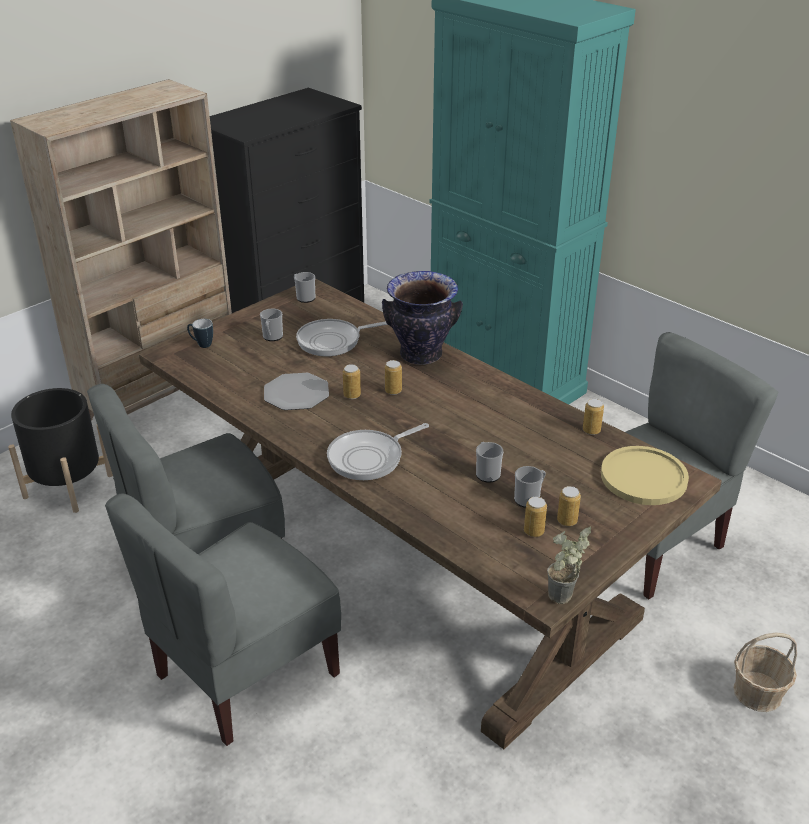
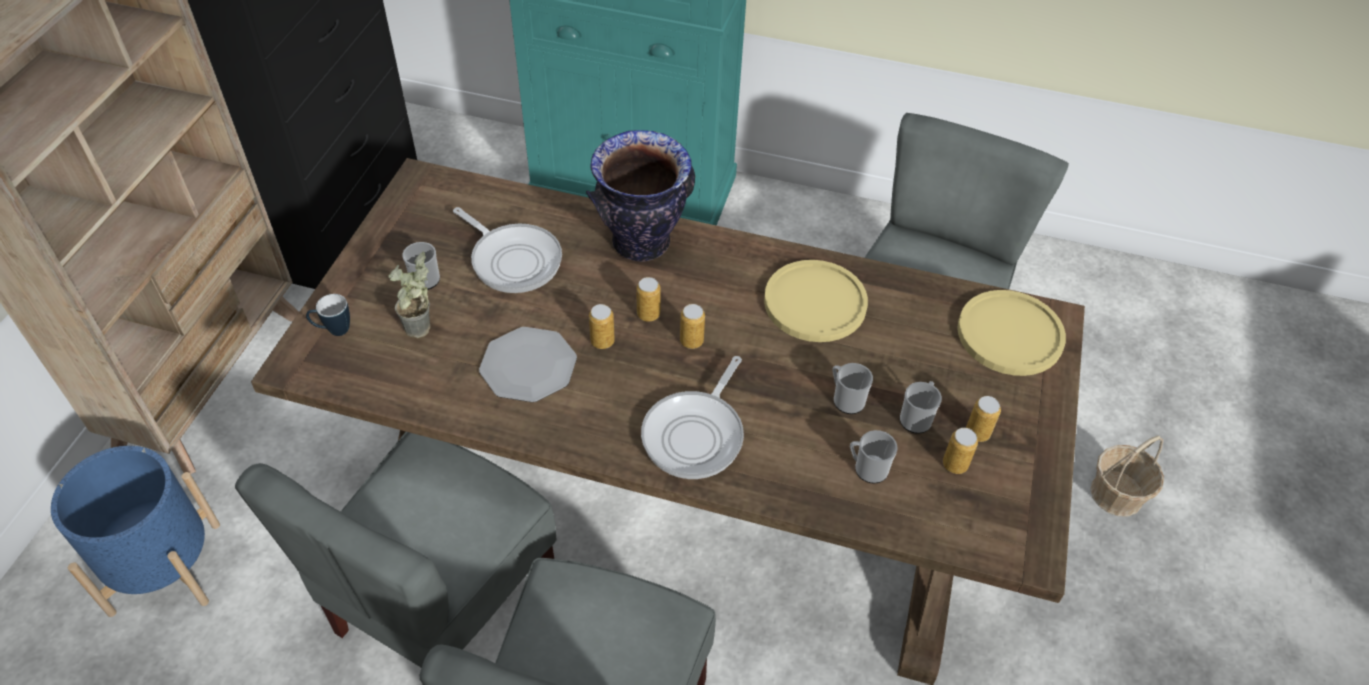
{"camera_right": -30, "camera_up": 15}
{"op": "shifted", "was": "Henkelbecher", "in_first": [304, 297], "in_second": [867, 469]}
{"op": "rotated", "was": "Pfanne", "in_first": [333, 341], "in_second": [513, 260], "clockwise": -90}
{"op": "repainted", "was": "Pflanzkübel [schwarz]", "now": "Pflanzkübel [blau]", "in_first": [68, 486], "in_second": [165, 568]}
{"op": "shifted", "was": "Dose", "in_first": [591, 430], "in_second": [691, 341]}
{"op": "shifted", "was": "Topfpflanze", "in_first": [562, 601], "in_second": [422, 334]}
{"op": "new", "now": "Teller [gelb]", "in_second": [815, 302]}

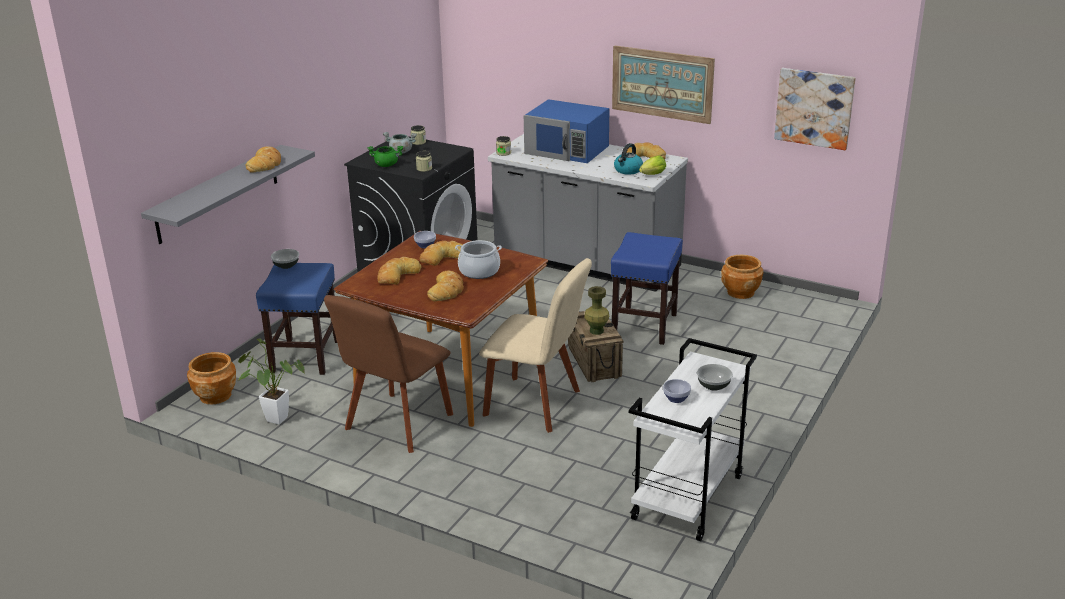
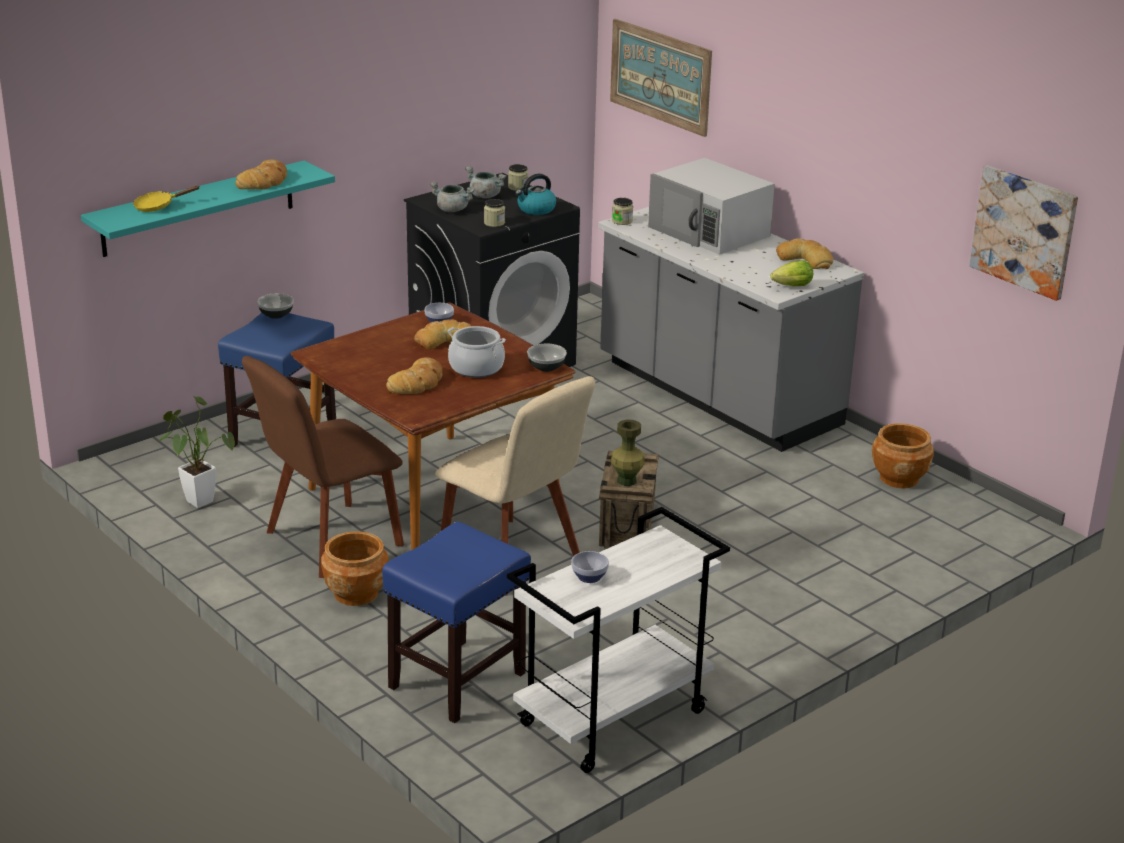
{"camera_right": 20, "camera_up": 0}
{"op": "shifted", "was": "Bild", "in_first": [662, 84], "in_second": [660, 76]}
{"op": "repainted", "was": "Mikrowelle [blau]", "now": "Mikrowelle [weiß]", "in_first": [567, 149], "in_second": [709, 231]}
{"op": "shifted", "was": "Wasserkessel", "in_first": [628, 170], "in_second": [536, 209]}
{"op": "repainted", "was": "Wandregal [grau]", "now": "Wandregal [türkis]", "in_first": [218, 194], "in_second": [198, 208]}
{"op": "repainted", "was": "Kochtopf [grün]", "now": "Kochtopf [grau]", "in_first": [386, 165], "in_second": [453, 210]}
{"op": "shifted", "was": "Hocker [blau]", "in_first": [644, 325], "in_second": [458, 679]}
{"op": "gone", "was": "Brot", "in_first": [397, 275]}
{"op": "shifted", "was": "Pflanzkübel [braun]", "in_first": [215, 395], "in_second": [356, 593]}
{"op": "shifted", "was": "Schüssel", "in_first": [713, 386], "in_second": [546, 367]}
{"op": "new", "now": "Pfanne [gelb]", "in_second": [158, 206]}

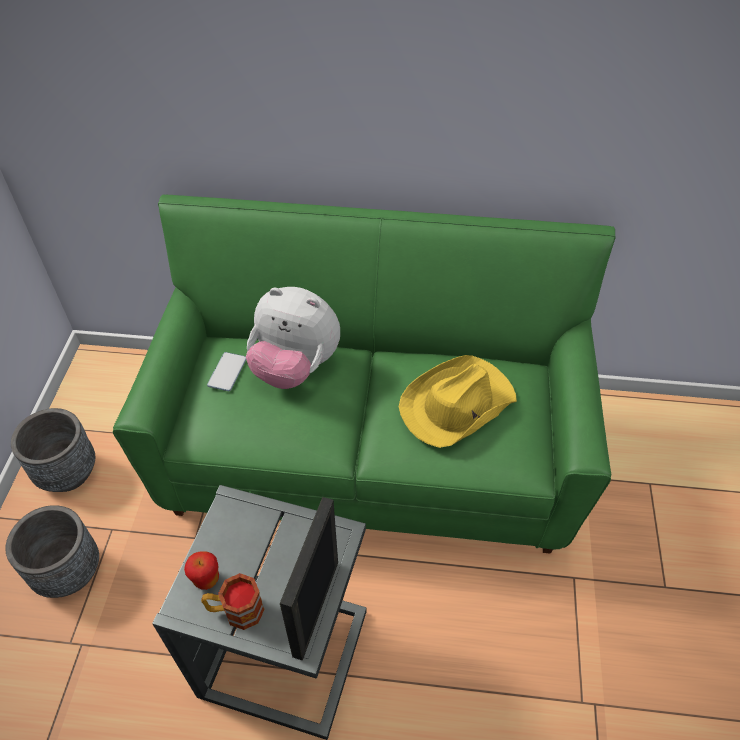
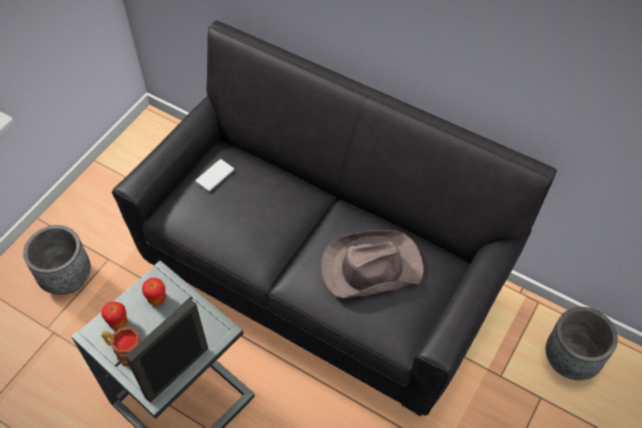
{"camera_right": 25, "camera_up": 5}
{"op": "repainted", "was": "Sofa [grün]", "now": "Sofa [schwarz]", "in_first": [371, 454], "in_second": [322, 279]}
{"op": "gone", "was": "Plüschtier", "in_first": [295, 367]}
{"op": "repainted", "was": "Hut [gelb]", "now": "Hut [braun]", "in_first": [456, 404], "in_second": [370, 267]}
{"op": "shifted", "was": "Pflanzkübel [grau]", "in_first": [68, 473], "in_second": [570, 360]}
{"op": "new", "now": "Apfel", "in_second": [157, 299]}

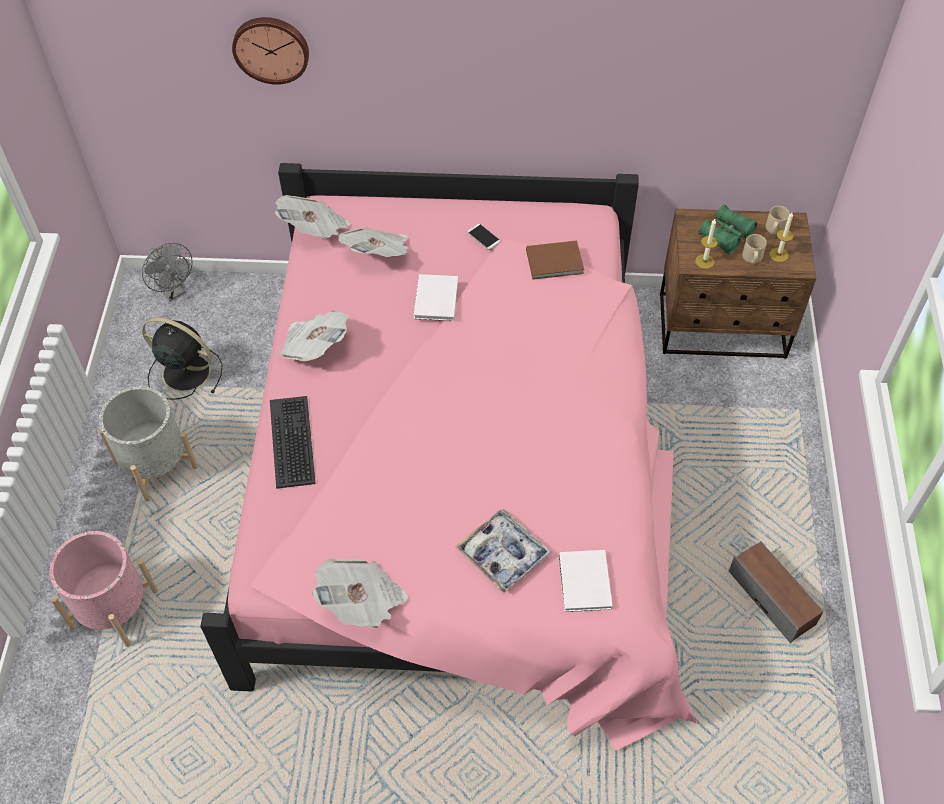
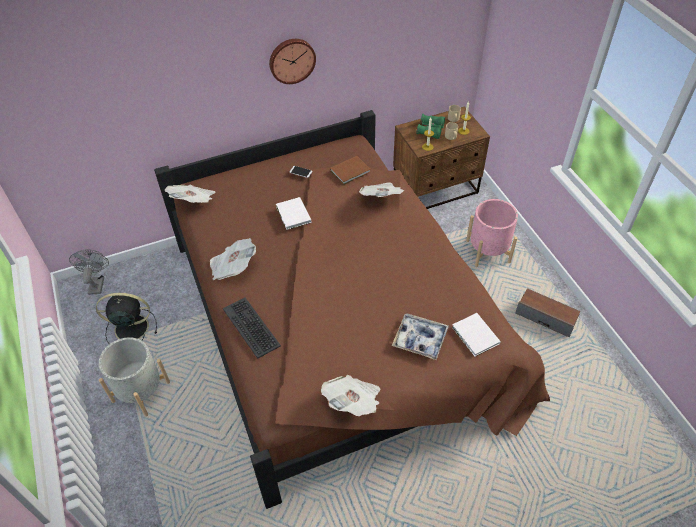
{"camera_right": -25, "camera_up": -5}
{"op": "shifted", "was": "Wanduhr", "in_first": [271, 48], "in_second": [291, 60]}
{"op": "repainted", "was": "Bett [rosa]", "now": "Bett [braun]", "in_first": [463, 482], "in_second": [342, 324]}
{"op": "shifted", "was": "Zeitung", "in_first": [378, 254], "in_second": [381, 198]}
{"op": "rotated", "was": "Ventilator [grau]", "in_first": [173, 291], "in_second": [96, 283], "clockwise": -120}
{"op": "shifted", "was": "Pflanzkübel [rosa]", "in_first": [114, 609], "in_second": [488, 251]}

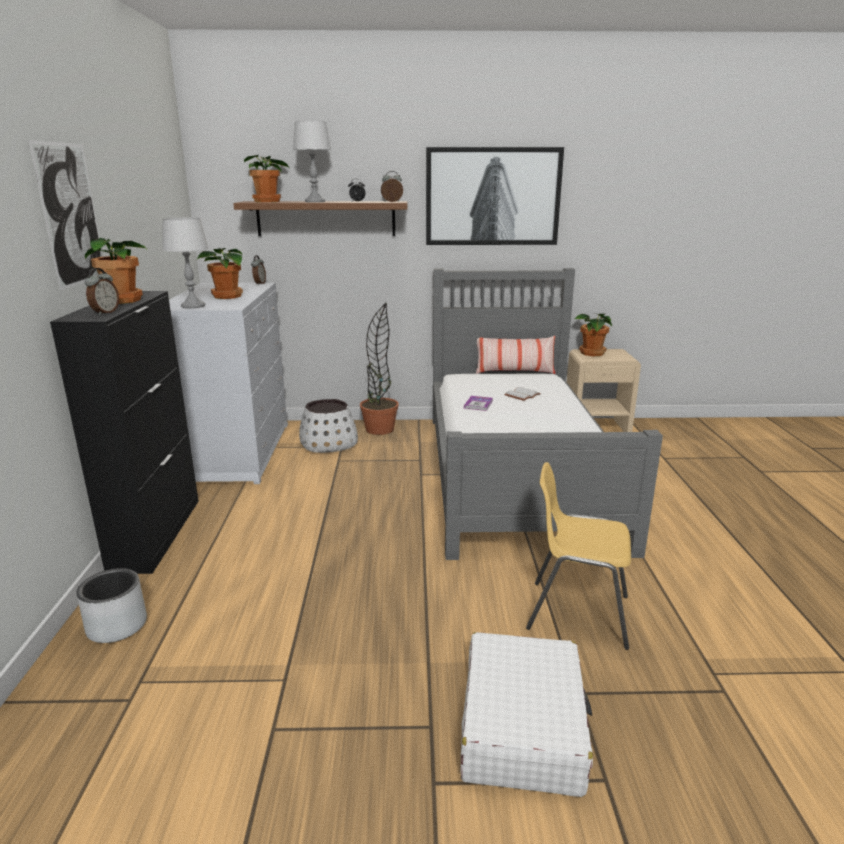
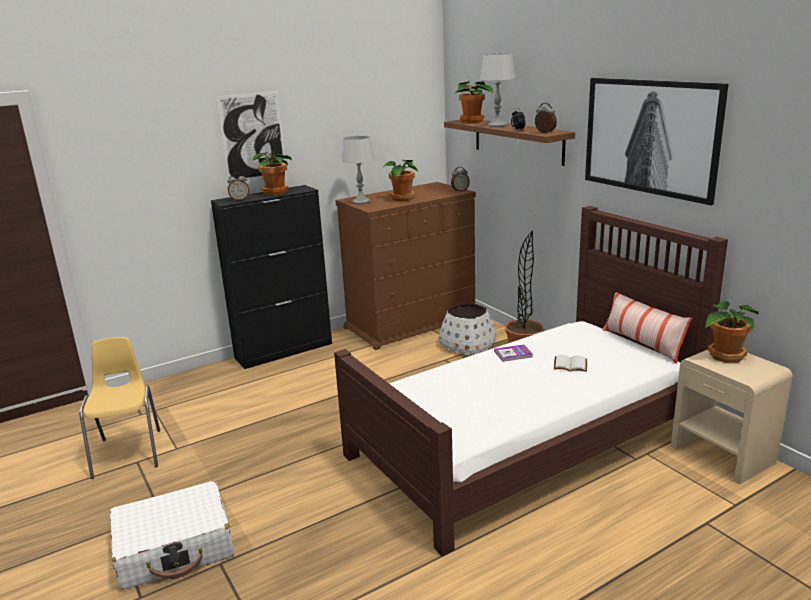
{"camera_right": 60, "camera_up": 0}
{"op": "repainted", "was": "Bett [grau]", "now": "Bett [braun]", "in_first": [515, 473], "in_second": [527, 440]}
{"op": "repainted", "was": "Kommode [weiß]", "now": "Kommode [braun]", "in_first": [237, 451], "in_second": [411, 323]}
{"op": "shifted", "was": "Stuhl [gelb]", "in_first": [577, 612], "in_second": [129, 452]}
{"op": "gone", "was": "Pflanzkübel [grau]", "in_first": [117, 626]}

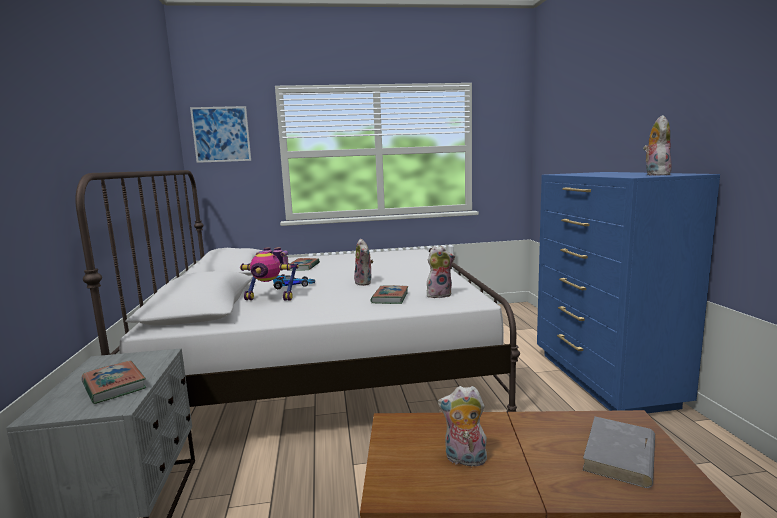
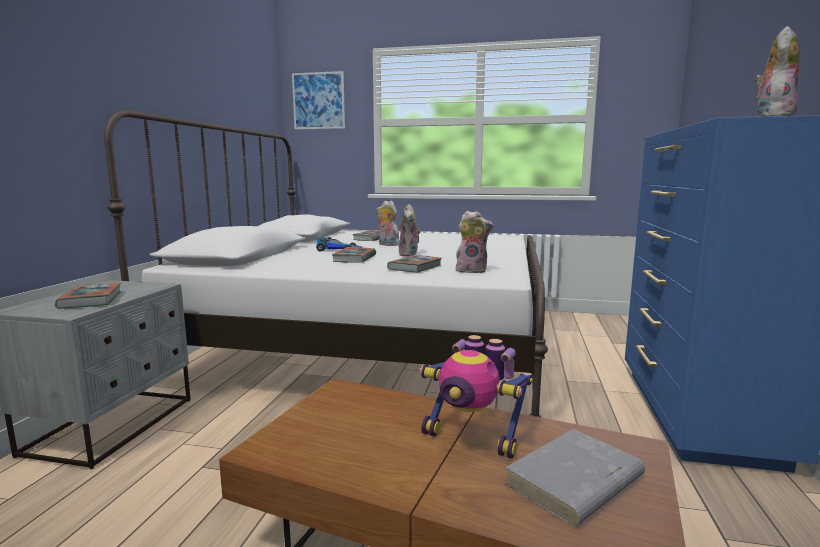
{"camera_right": 20, "camera_up": 0}
{"op": "shifted", "was": "Spielzeugroboter", "in_first": [271, 298], "in_second": [472, 438]}
{"op": "shifted", "was": "Plüschtier", "in_first": [464, 460], "in_second": [387, 245]}
{"op": "new", "now": "Buch", "in_second": [354, 258]}

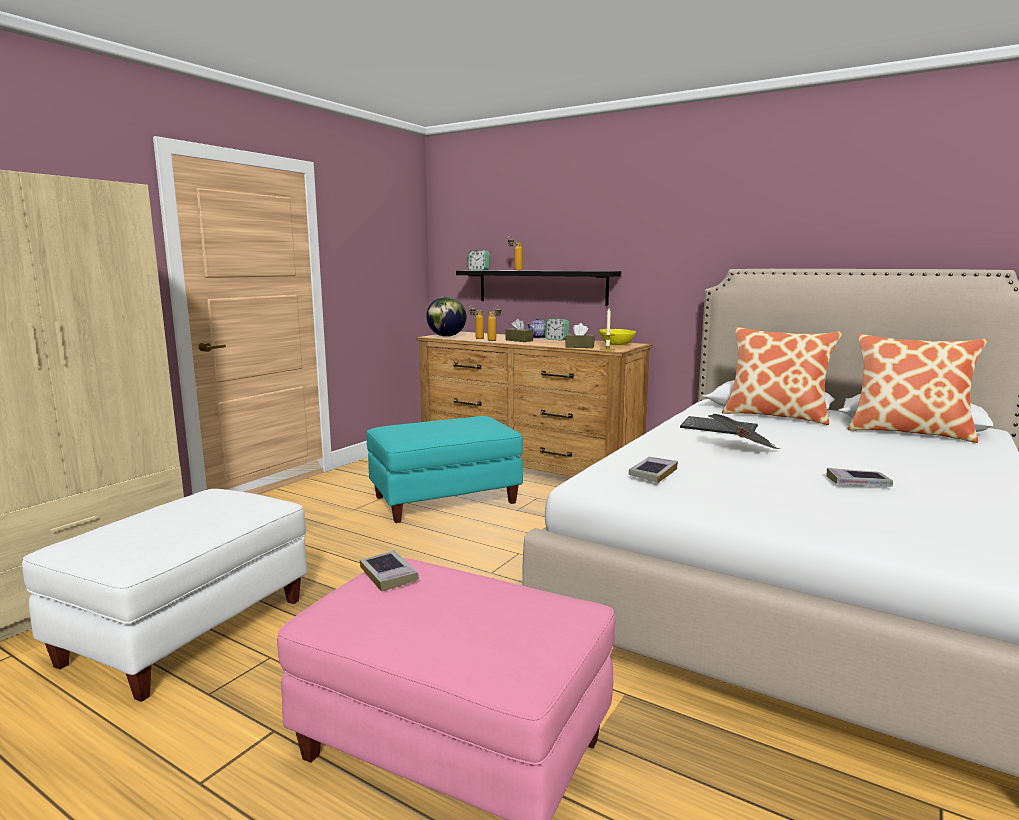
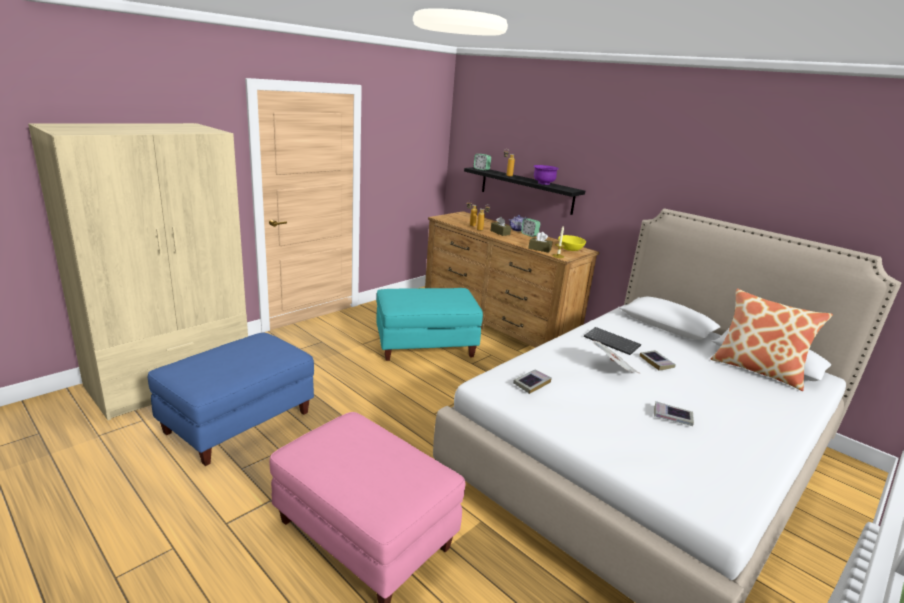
{"camera_right": 10, "camera_up": 10}
{"op": "gone", "was": "Globus", "in_first": [446, 336]}
{"op": "gone", "was": "Kissen", "in_first": [776, 416]}
{"op": "repainted", "was": "Polsterhocker [weiß]", "now": "Polsterhocker [blau]", "in_first": [186, 630], "in_second": [238, 421]}
{"op": "shifted", "was": "Buch", "in_first": [388, 575], "in_second": [656, 362]}
{"op": "new", "now": "Schüssel [lila]", "in_second": [543, 183]}

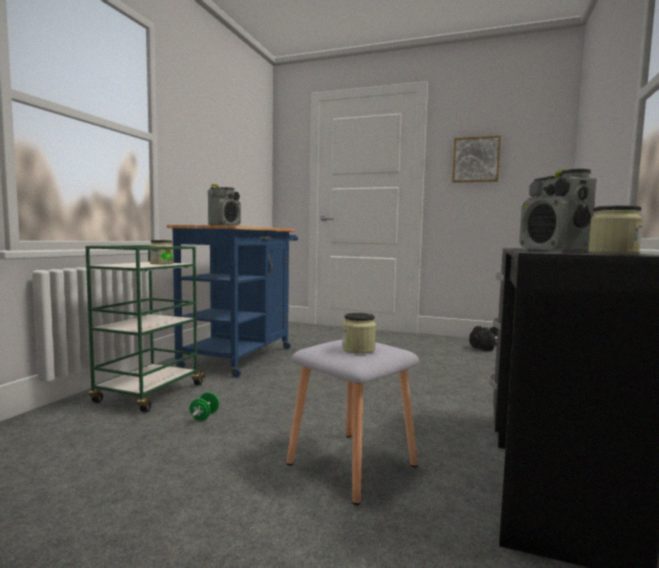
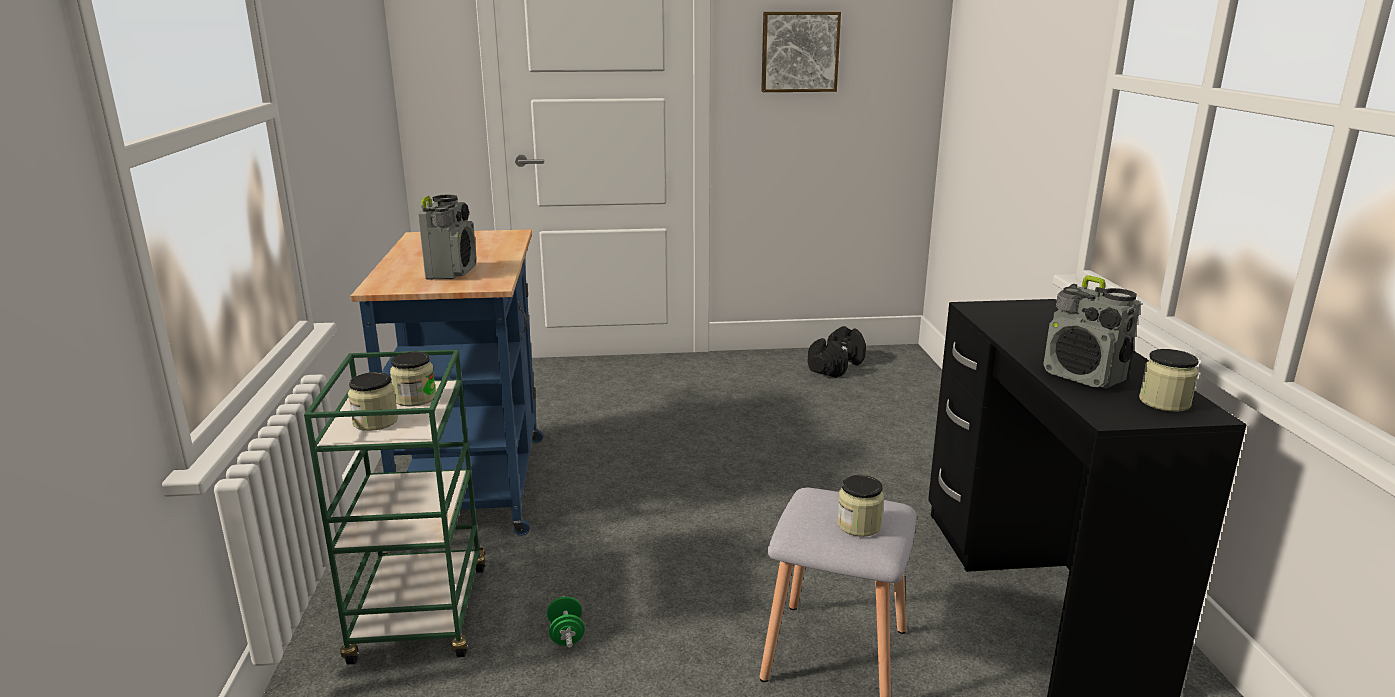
{"camera_right": -25, "camera_up": 15}
{"op": "new", "now": "Vorratsglas", "in_second": [375, 421]}

